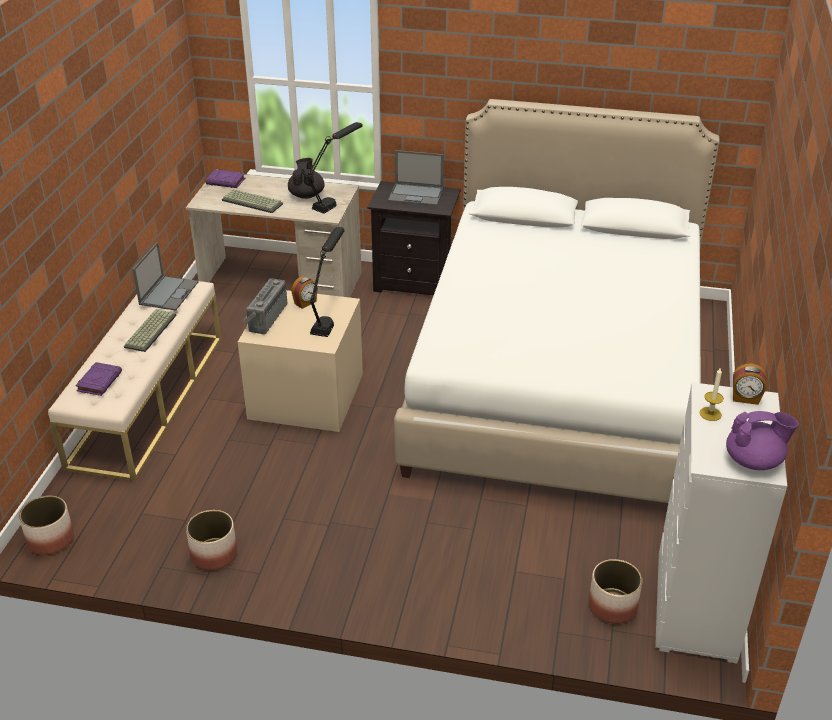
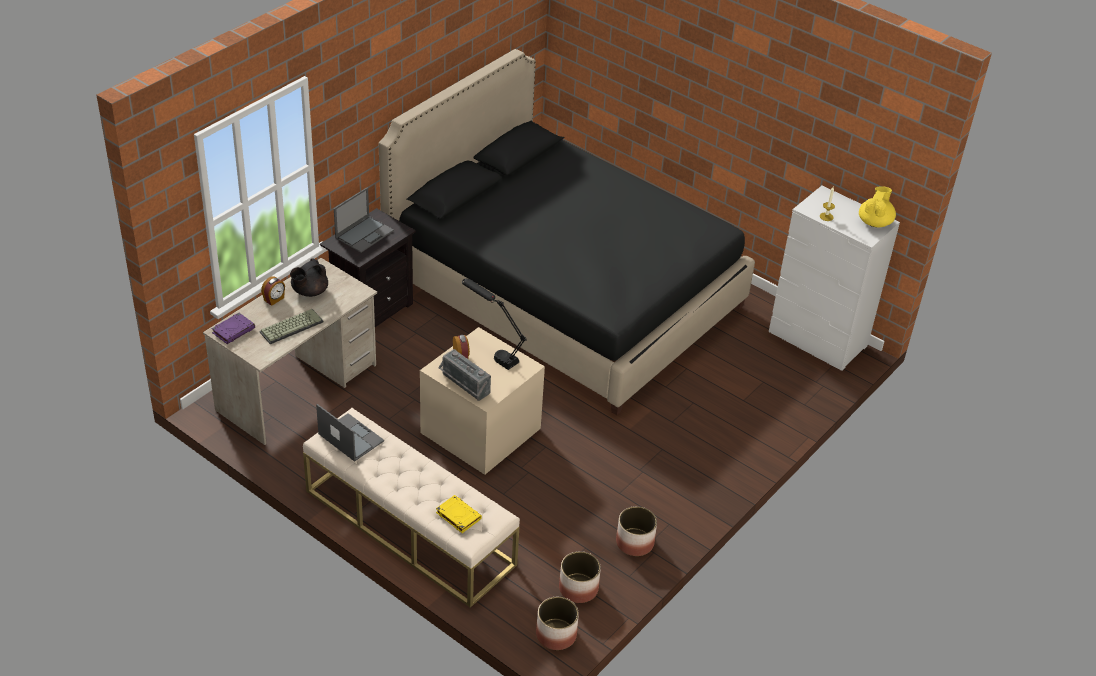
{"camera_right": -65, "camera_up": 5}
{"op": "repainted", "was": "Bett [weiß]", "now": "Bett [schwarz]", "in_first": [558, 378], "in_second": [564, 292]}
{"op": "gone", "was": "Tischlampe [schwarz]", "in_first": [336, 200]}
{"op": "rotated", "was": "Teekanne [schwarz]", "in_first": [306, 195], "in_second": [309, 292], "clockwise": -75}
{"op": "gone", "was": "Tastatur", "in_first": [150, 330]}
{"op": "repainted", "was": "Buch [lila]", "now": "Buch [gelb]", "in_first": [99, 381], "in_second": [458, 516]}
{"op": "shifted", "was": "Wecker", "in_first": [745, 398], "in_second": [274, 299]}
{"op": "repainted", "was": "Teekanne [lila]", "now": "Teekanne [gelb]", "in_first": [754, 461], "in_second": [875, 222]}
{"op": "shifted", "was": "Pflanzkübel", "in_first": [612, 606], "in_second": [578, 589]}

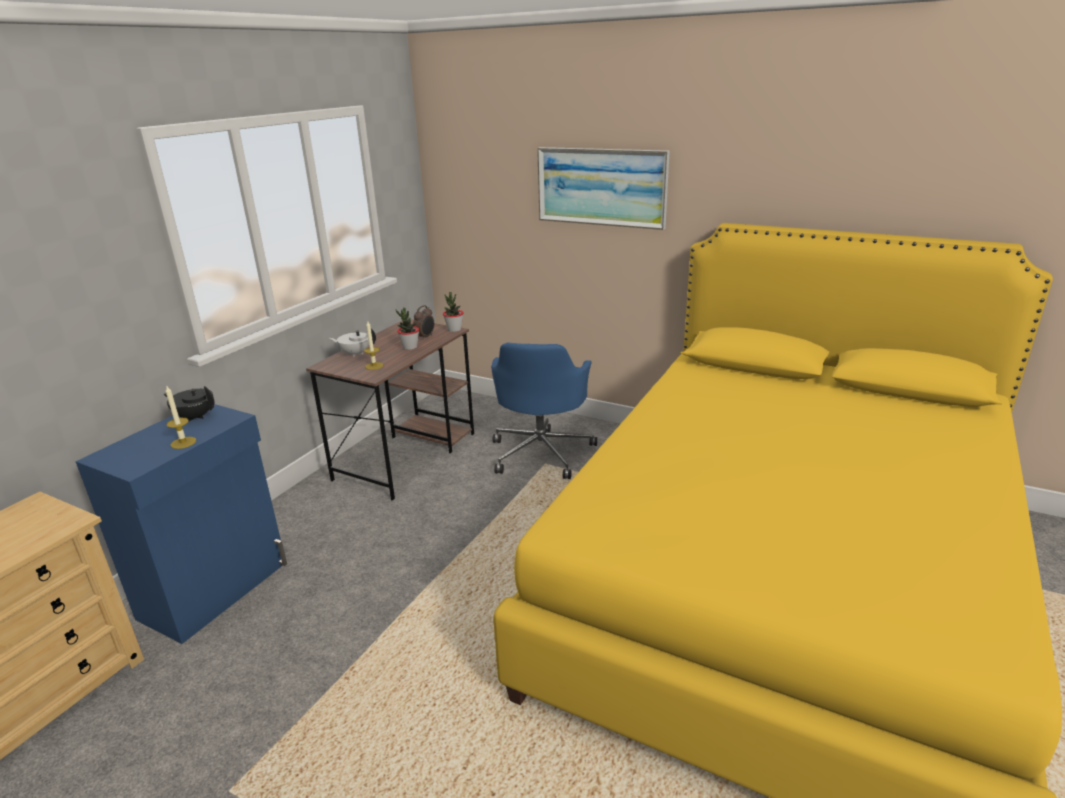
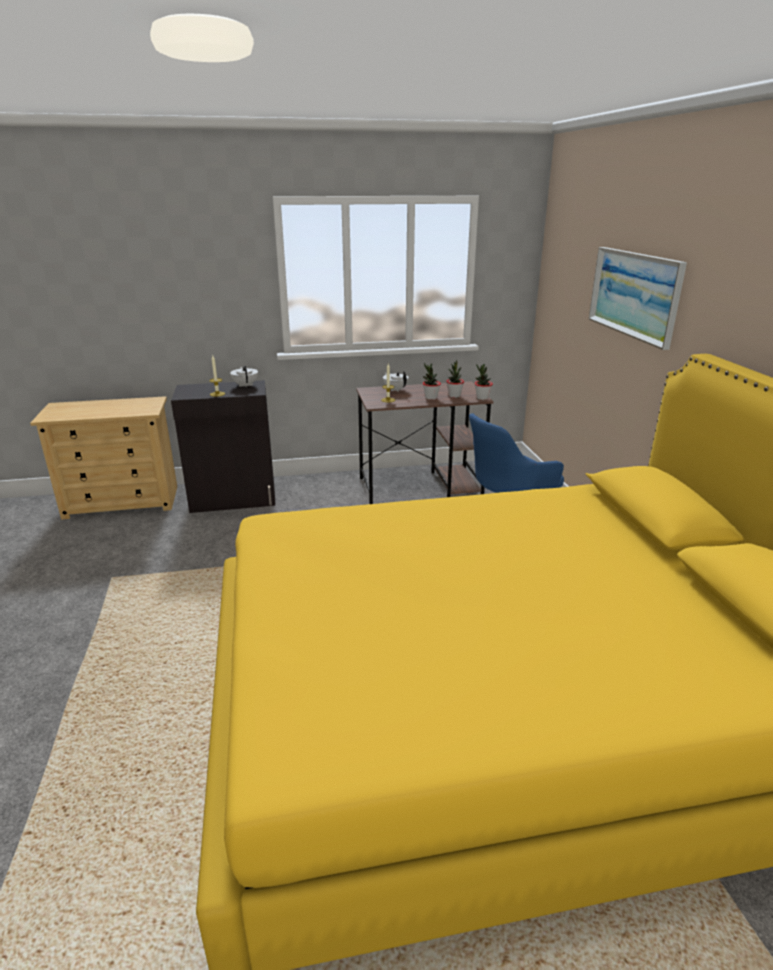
{"camera_right": 50, "camera_up": 0}
{"op": "swapped", "was": "Wecker", "now": "Topfpflanze", "in_first": [425, 337], "in_second": [454, 396]}
{"op": "repainted", "was": "Teekanne [schwarz]", "now": "Teekanne [weiß]", "in_first": [195, 417], "in_second": [245, 385]}
{"op": "repainted", "was": "Schrank [blau]", "now": "Schrank [schwarz]", "in_first": [217, 589], "in_second": [234, 499]}

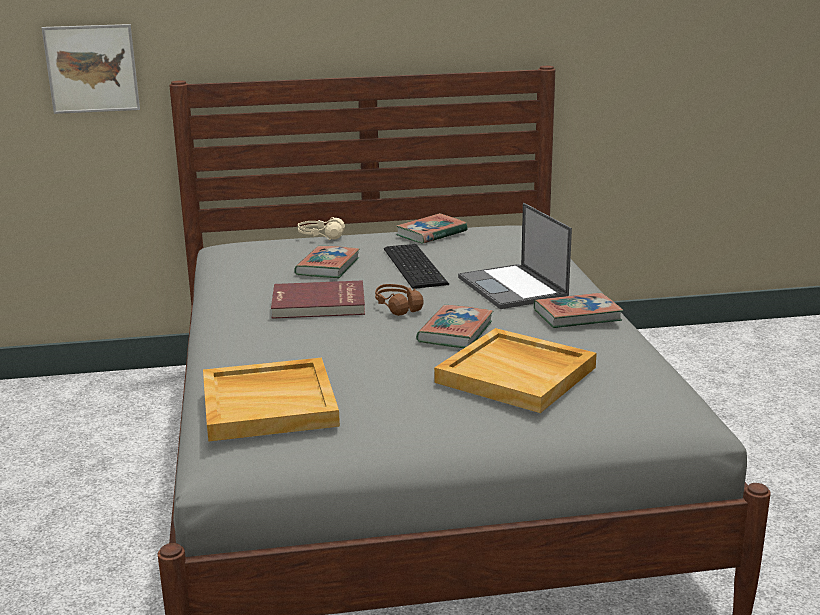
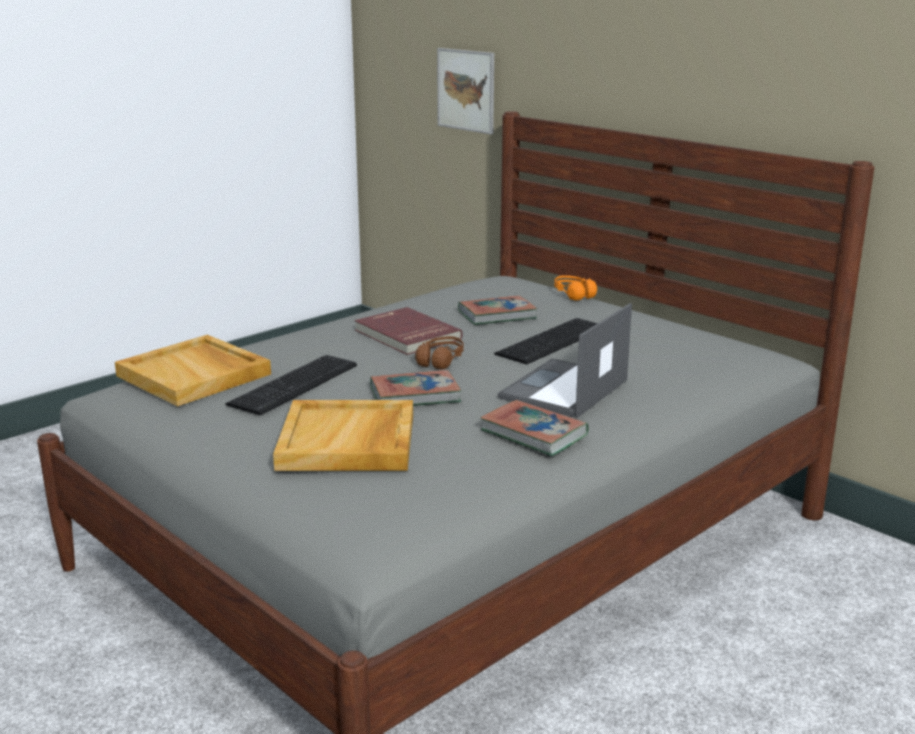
{"camera_right": 55, "camera_up": 0}
{"op": "gone", "was": "Buch", "in_first": [431, 233]}
{"op": "repainted", "was": "Kopfhörer [beige]", "now": "Kopfhörer [orange]", "in_first": [321, 236], "in_second": [573, 294]}
{"op": "new", "now": "Tastatur", "in_second": [297, 384]}

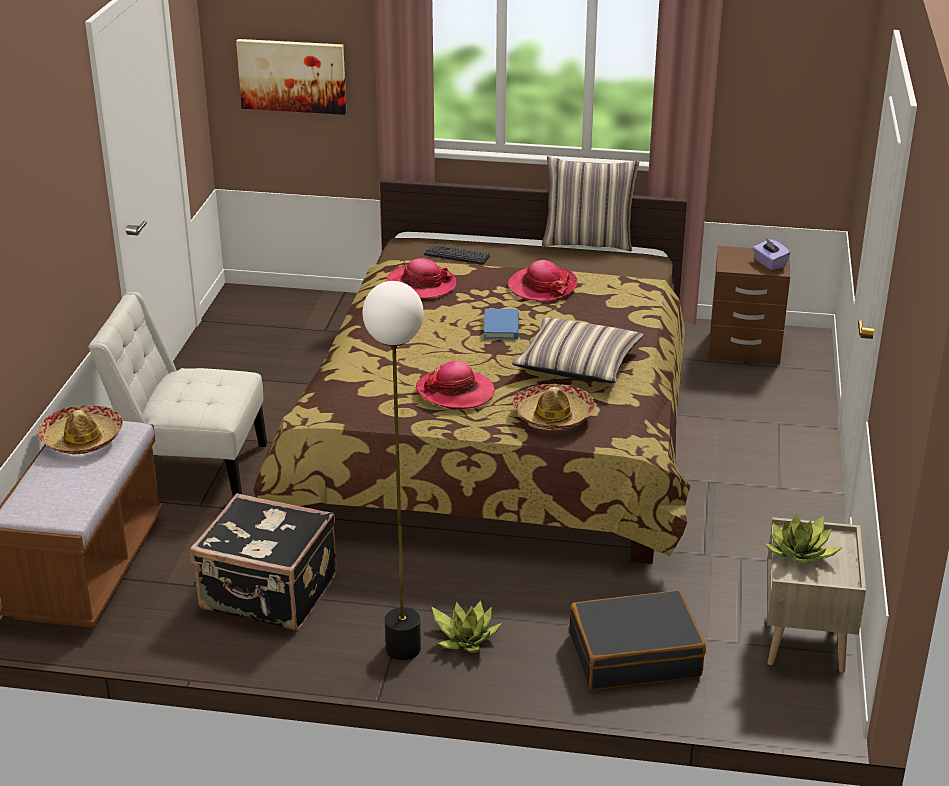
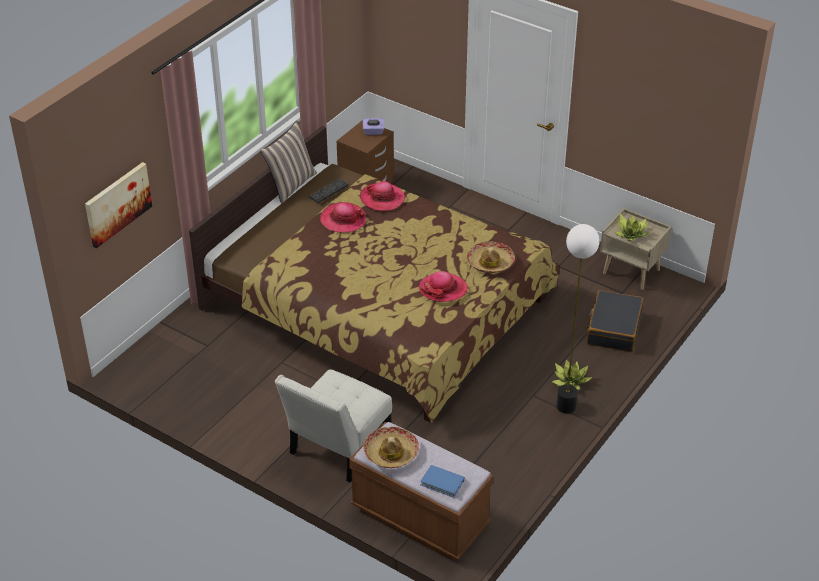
{"camera_right": -65, "camera_up": 10}
{"op": "shifted", "was": "Tastatur", "in_first": [457, 255], "in_second": [329, 191]}
{"op": "shifted", "was": "Hut", "in_first": [420, 285], "in_second": [382, 199]}
{"op": "shifted", "was": "Buch [blau]", "in_first": [501, 327], "in_second": [442, 482]}
{"op": "gone", "was": "Kissen", "in_first": [578, 363]}
{"op": "gone", "was": "Koffer [schwarz]", "in_first": [268, 595]}

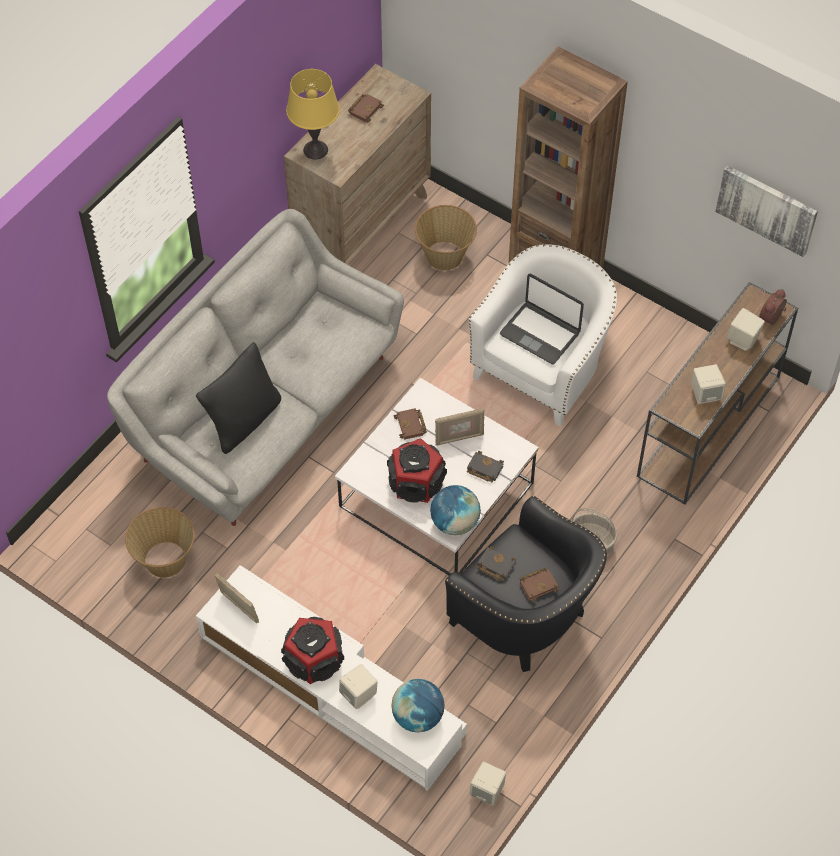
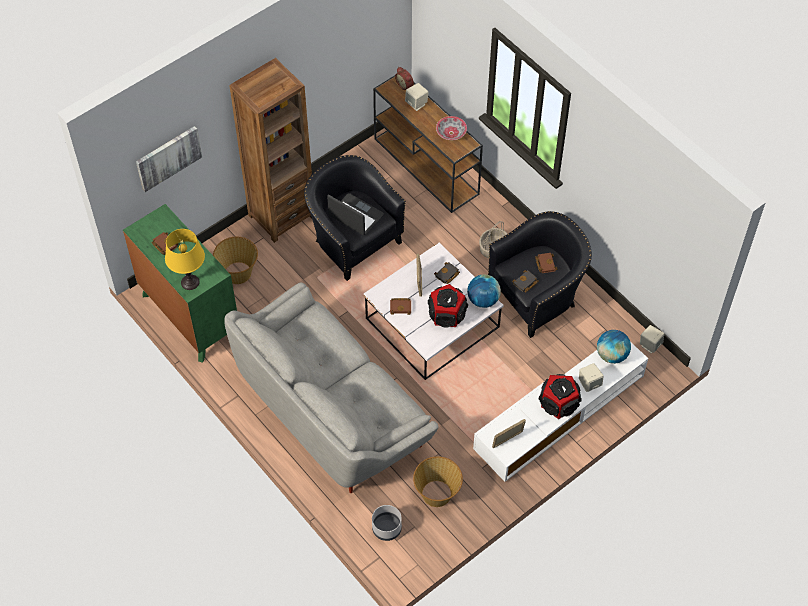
{"camera_right": -75, "camera_up": 0}
{"op": "repainted", "was": "Kommode [braun]", "now": "Kommode [grün]", "in_first": [362, 224], "in_second": [190, 315]}
{"op": "shifted", "was": "Bild", "in_first": [767, 209], "in_second": [168, 157]}
{"op": "repainted", "was": "Sessel [weiß]", "now": "Sessel [schwarz]", "in_first": [543, 369], "in_second": [353, 240]}
{"op": "rotated", "was": "Laptop", "in_first": [540, 333], "in_second": [355, 216], "clockwise": -105}
{"op": "gone", "was": "Kissen [schwarz]", "in_first": [243, 420]}
{"op": "swapped", "was": "Lautsprecher [beige]", "now": "Schüssel", "in_first": [705, 394], "in_second": [451, 133]}
{"op": "new", "now": "Pflanzkübel [grau]", "in_second": [386, 528]}

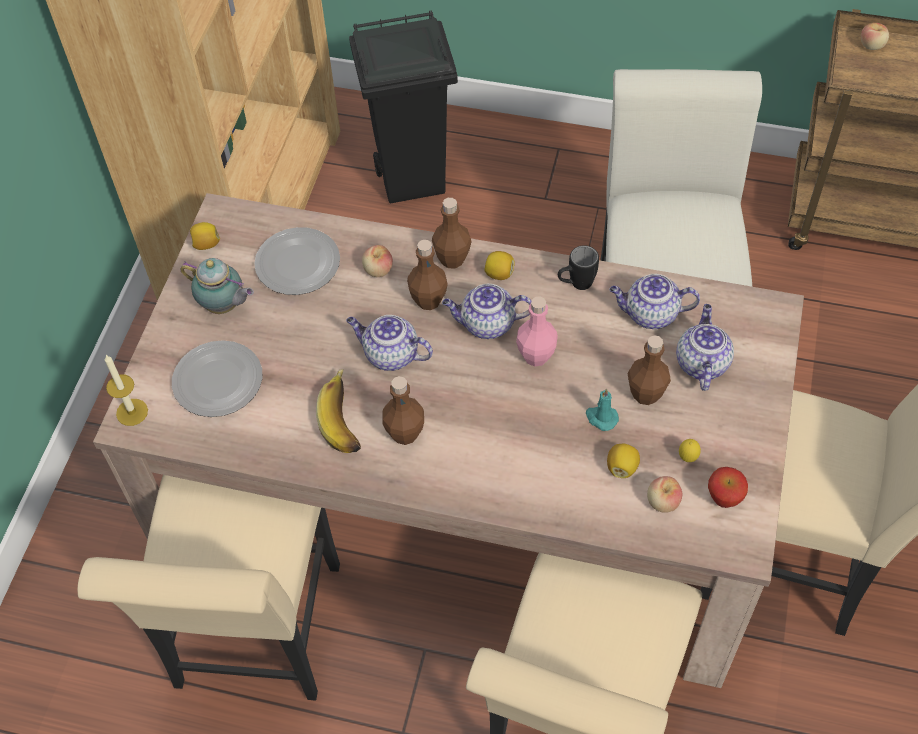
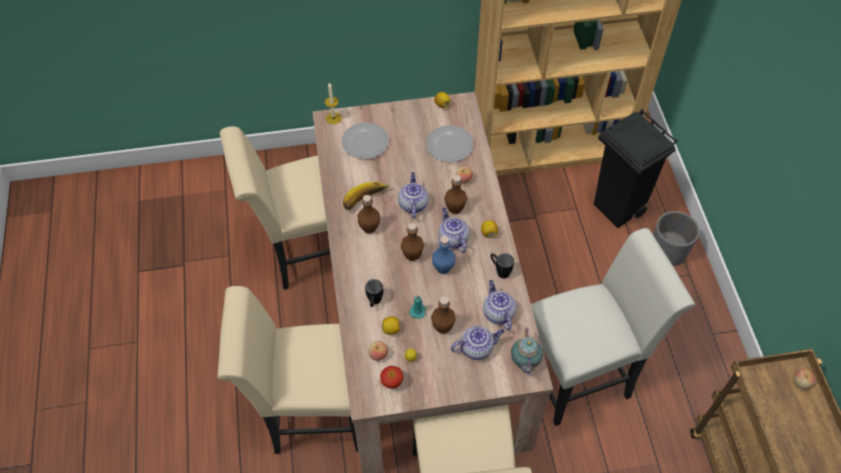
{"camera_right": 65, "camera_up": 0}
{"op": "shifted", "was": "Flasche [braun]", "in_first": [452, 259], "in_second": [412, 255]}
{"op": "shifted", "was": "Teekanne", "in_first": [224, 306], "in_second": [524, 363]}
{"op": "repainted", "was": "Flasche [rosa]", "now": "Flasche [blau]", "in_first": [536, 356], "in_second": [443, 268]}
{"op": "new", "now": "Pflanzkübel [grau]", "in_second": [668, 252]}
{"op": "new", "now": "Henkelbecher [schwarz]", "in_second": [374, 302]}

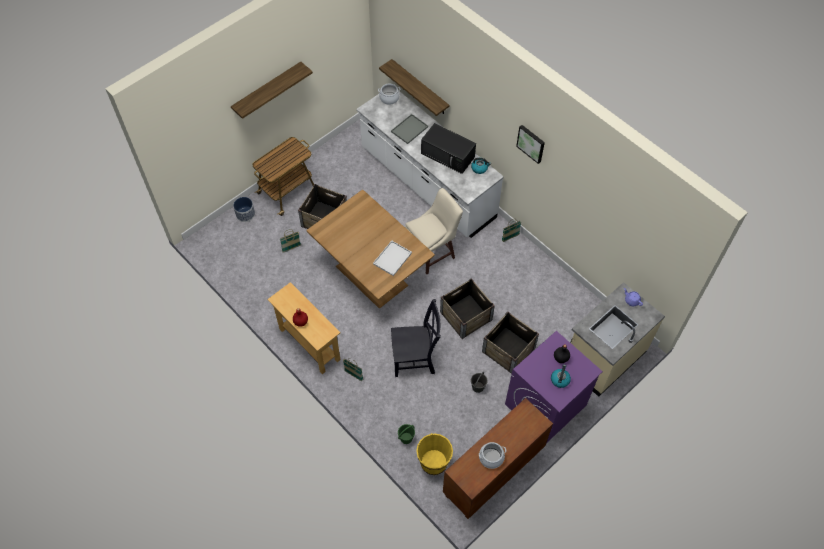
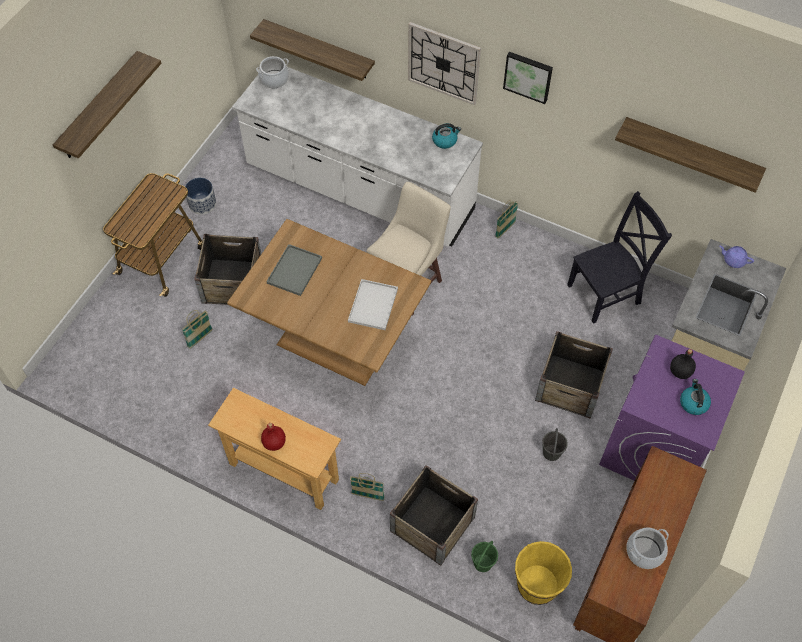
{"camera_right": -20, "camera_up": 0}
{"op": "shifted", "was": "Tablett [grau]", "in_first": [409, 129], "in_second": [294, 269]}
{"op": "gone", "was": "Mikrowelle [schwarz]", "in_first": [448, 155]}
{"op": "shifted", "was": "Pflanzkübel", "in_first": [245, 214], "in_second": [202, 204]}
{"op": "shifted", "was": "Kiste", "in_first": [466, 316], "in_second": [432, 524]}
{"op": "shifted", "was": "Stuhl [schwarz]", "in_first": [415, 359], "in_second": [606, 293]}
{"op": "new", "now": "Wanduhr", "in_second": [443, 63]}
{"op": "new", "now": "Wandregal", "in_second": [691, 152]}

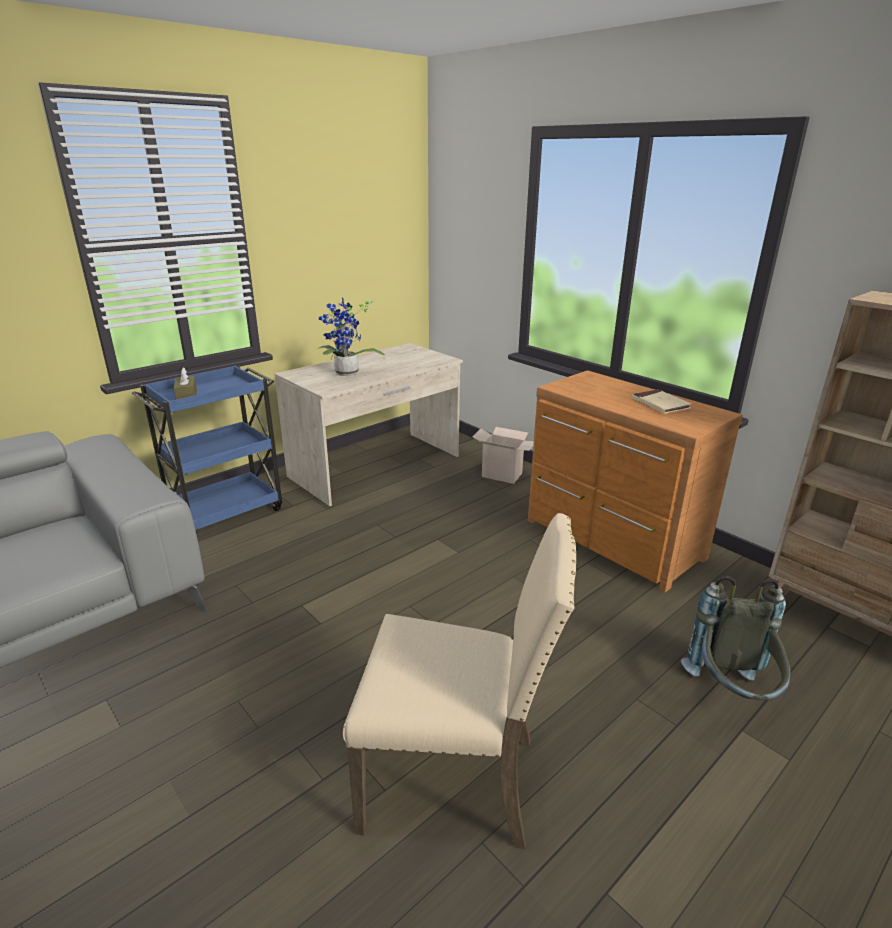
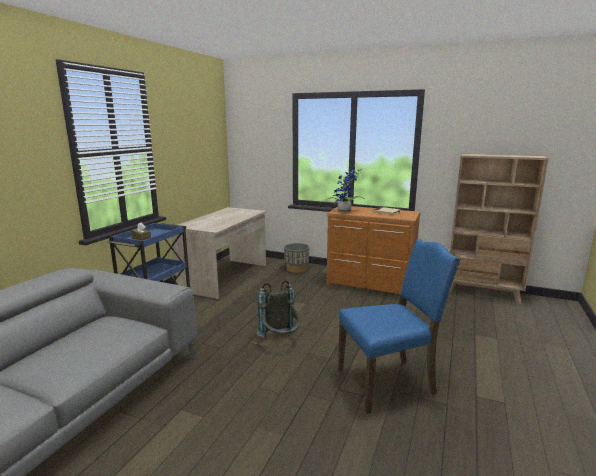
{"camera_right": -25, "camera_up": -10}
{"op": "shifted", "was": "Topfpflanze", "in_first": [346, 374], "in_second": [345, 212]}
{"op": "swapped", "was": "Karton", "now": "Pflanzkübel [grau]", "in_first": [503, 475], "in_second": [296, 269]}
{"op": "repainted", "was": "Stuhl [beige]", "now": "Stuhl [blau]", "in_first": [455, 779], "in_second": [388, 382]}
{"op": "shifted", "was": "Rucksack [grau]", "in_first": [731, 694], "in_second": [280, 341]}

